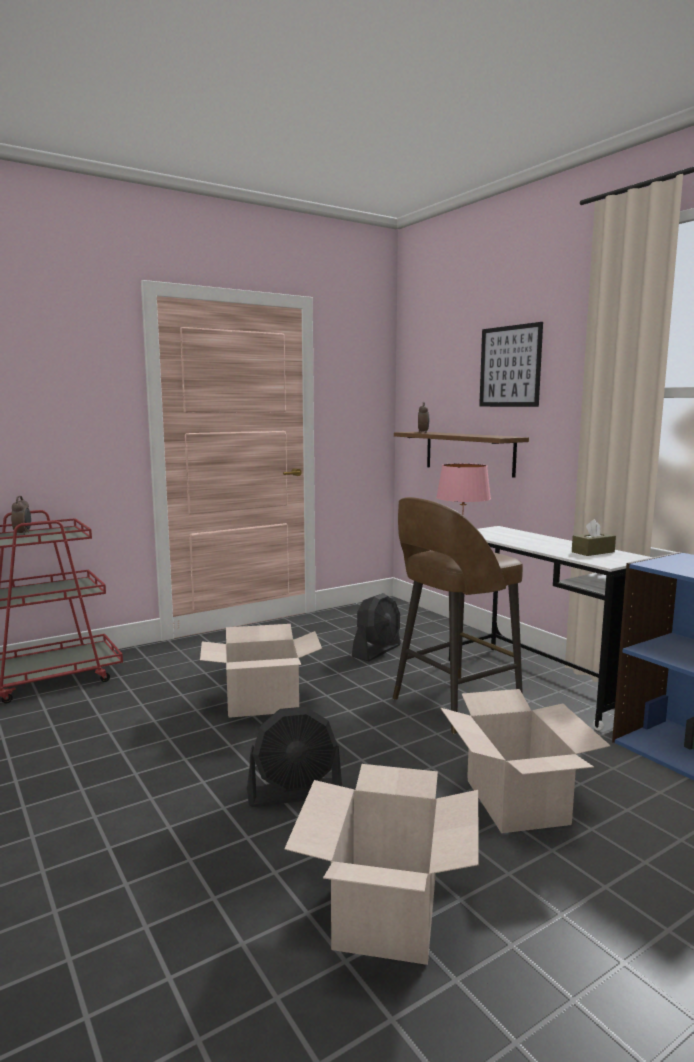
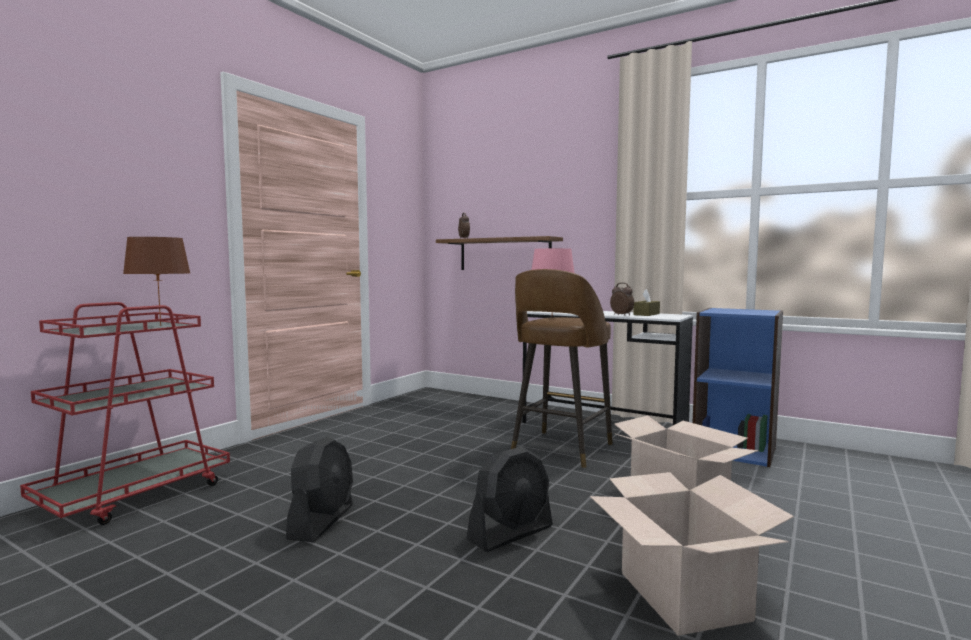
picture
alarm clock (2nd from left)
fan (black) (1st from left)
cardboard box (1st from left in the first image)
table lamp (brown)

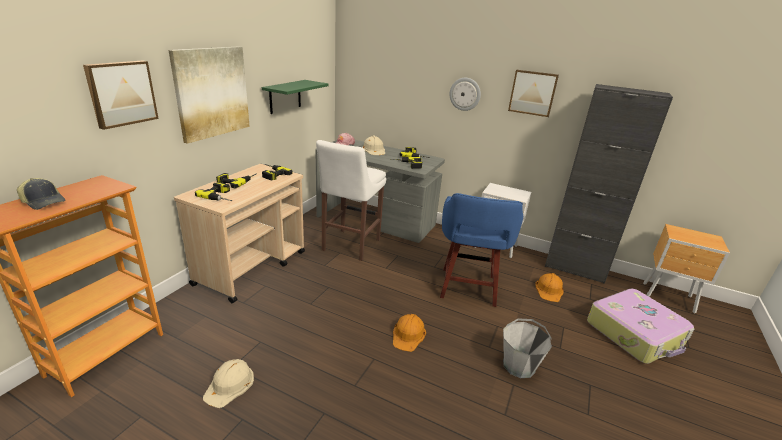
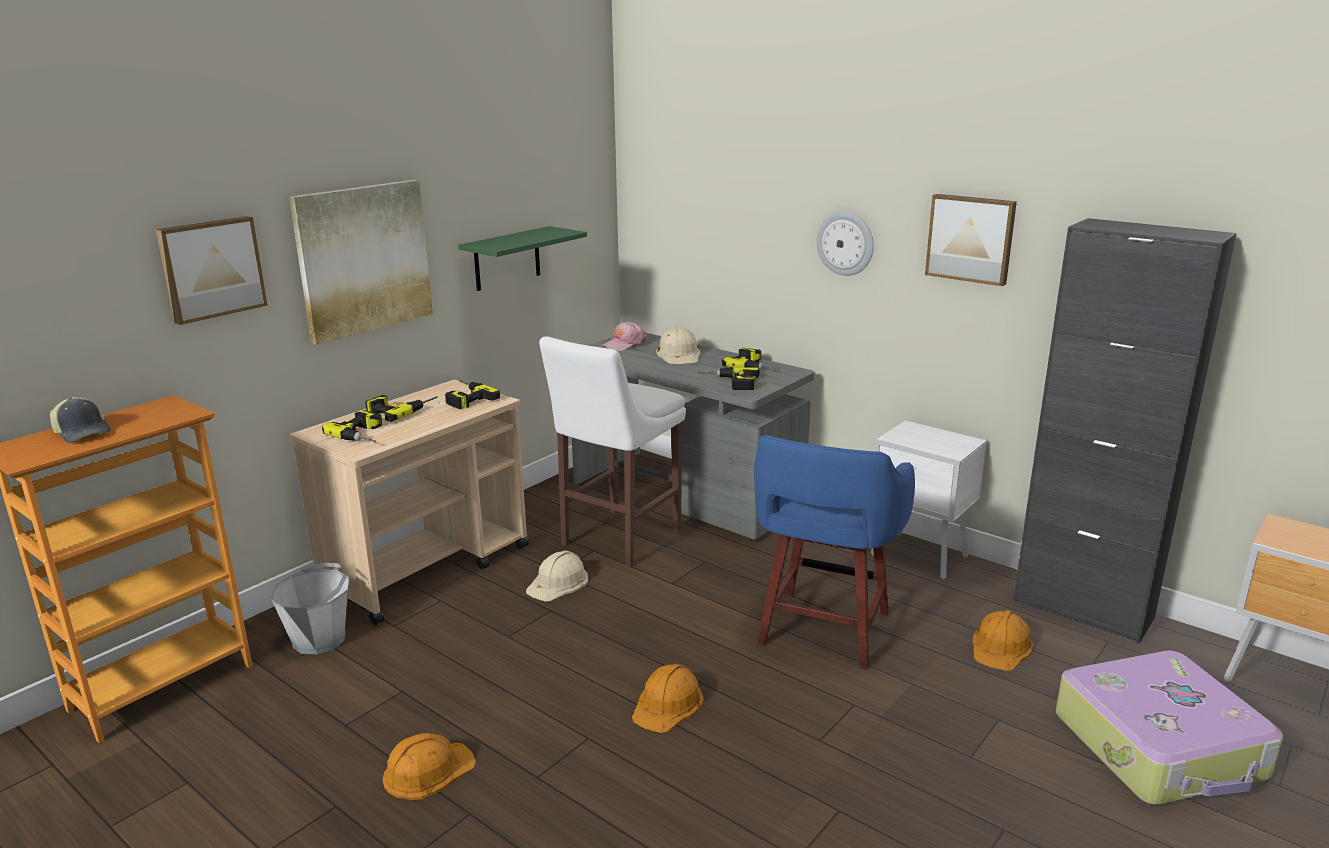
bucket (grey)
hard hat (beige) (1st from left)
hard hat (orange) (1st from left)

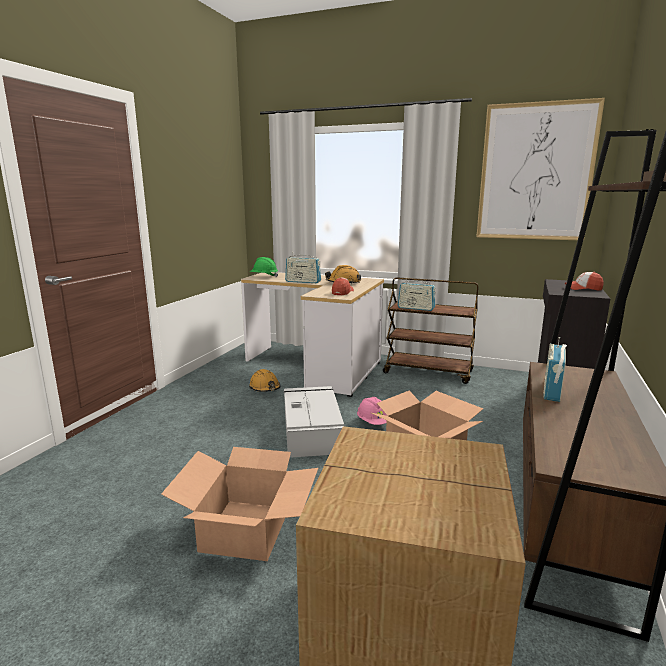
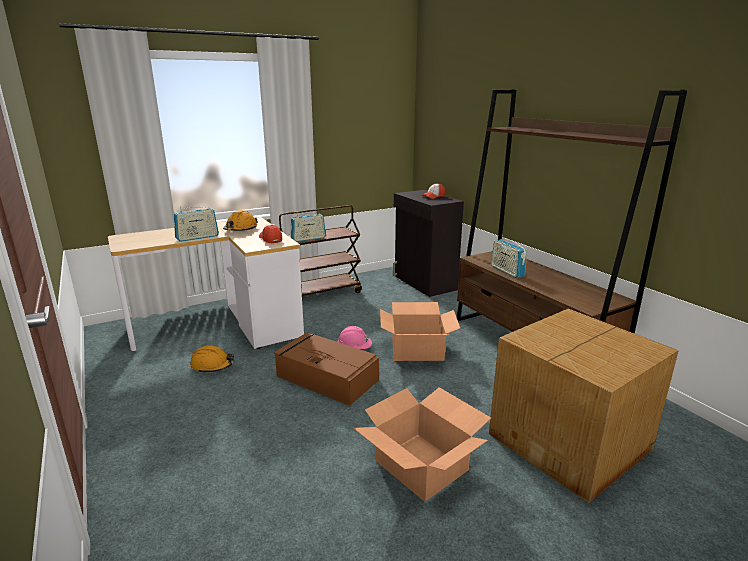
picture
hard hat (green)
storage box (brown)

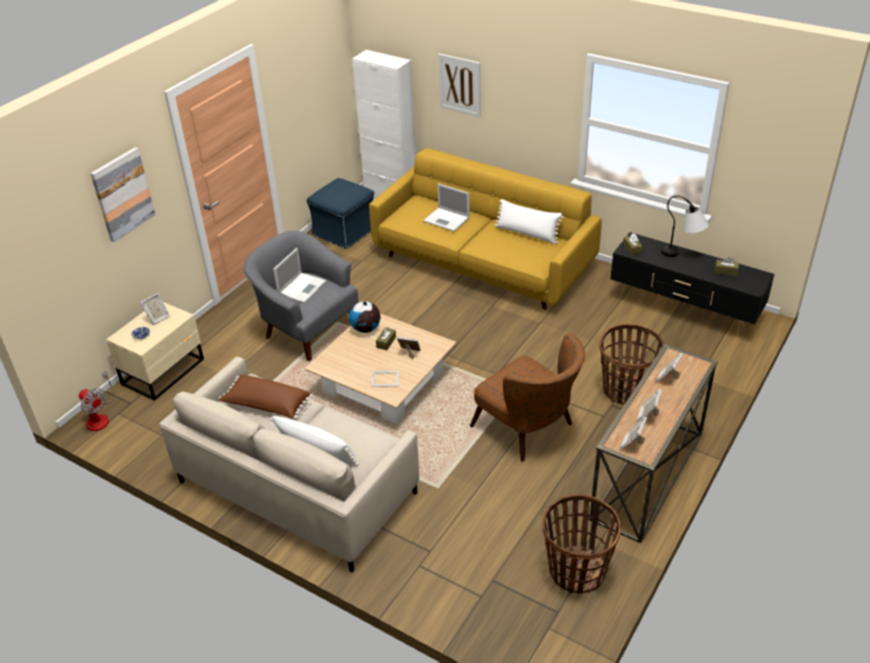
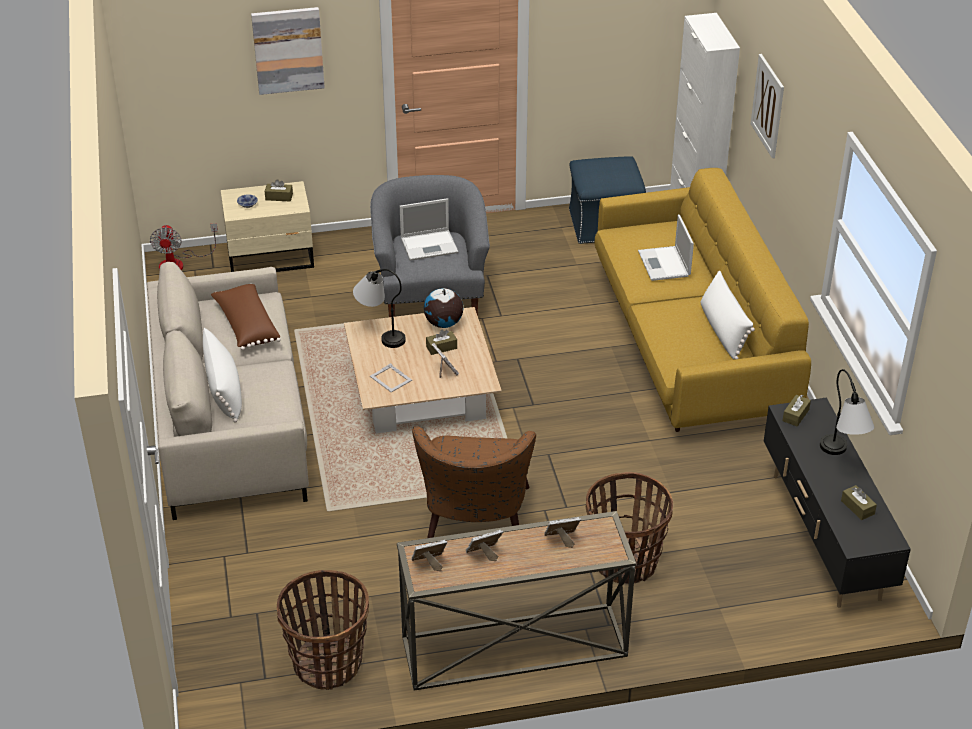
tissue box (brown) (1st from left)
table lamp (1st from left)

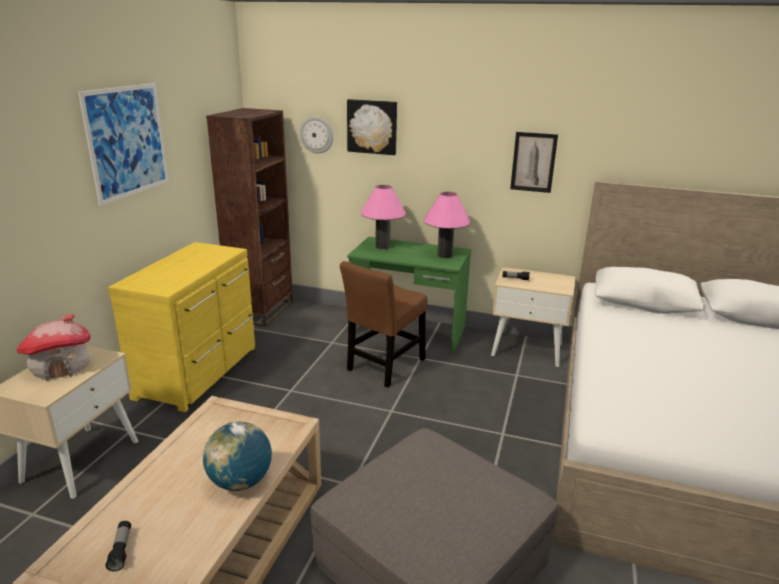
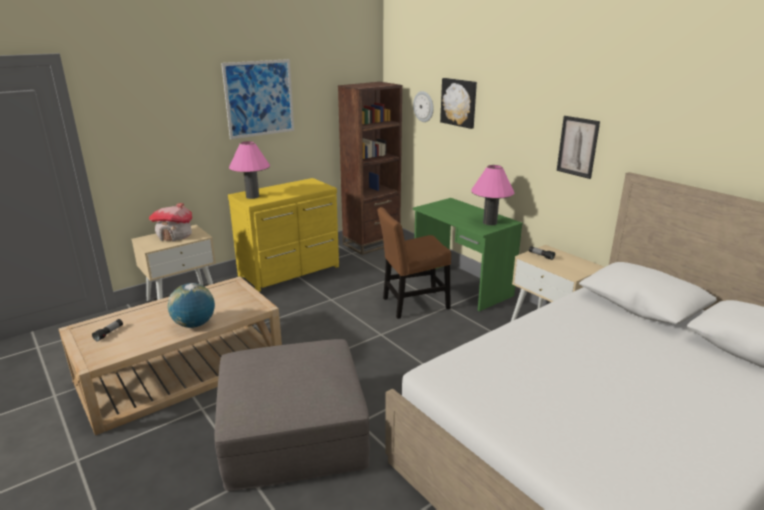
table lamp (pink) (1st from left)

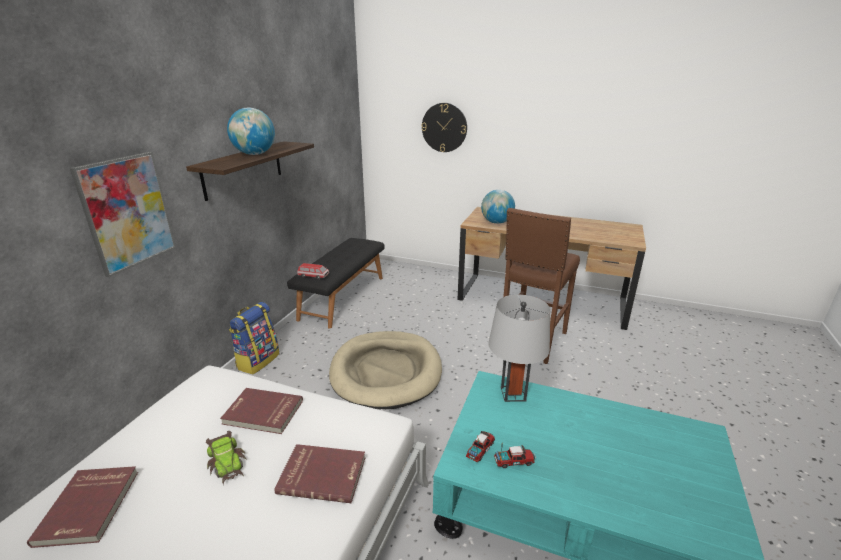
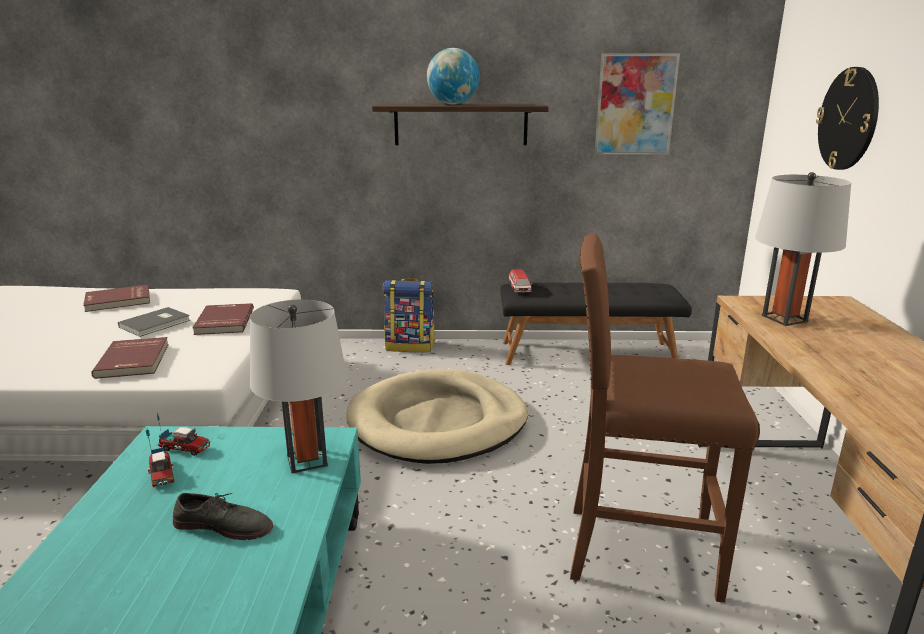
picture
table lamp (grey) (2nd from left)
book (grey)
shoe (grey)

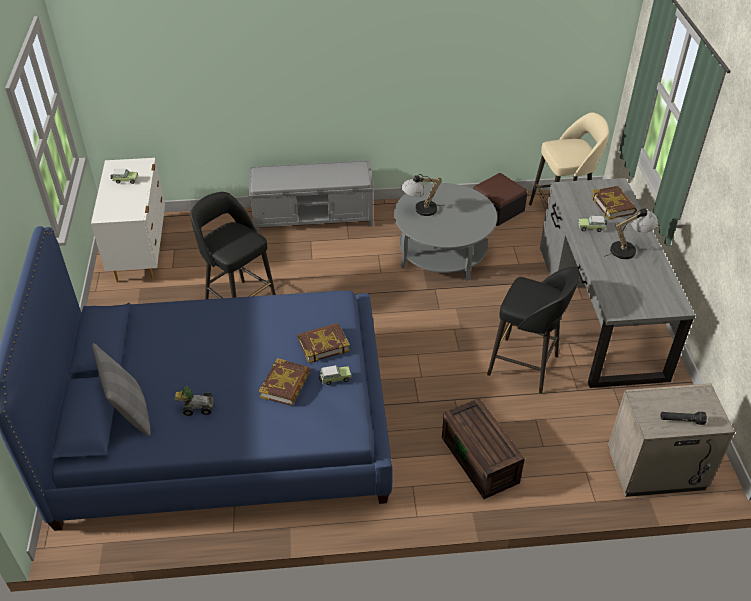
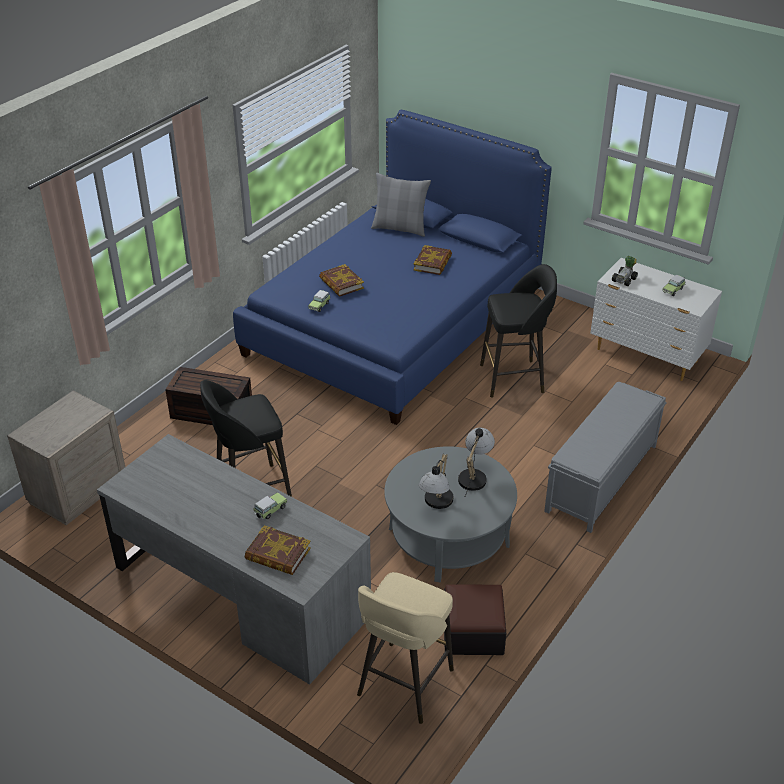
table lamp (1st from left)
book (3rd from left)
toy car (3rd from left)
flashlight (black)

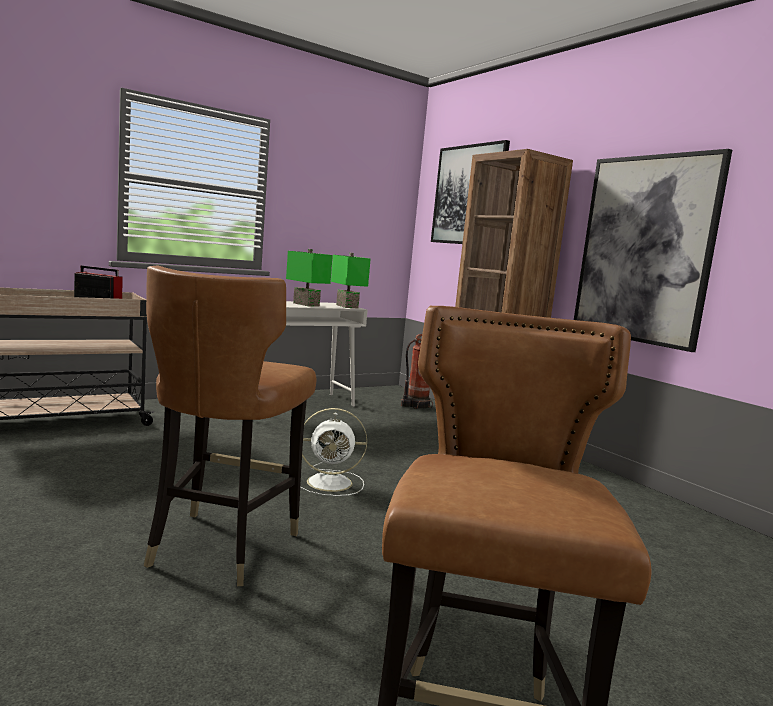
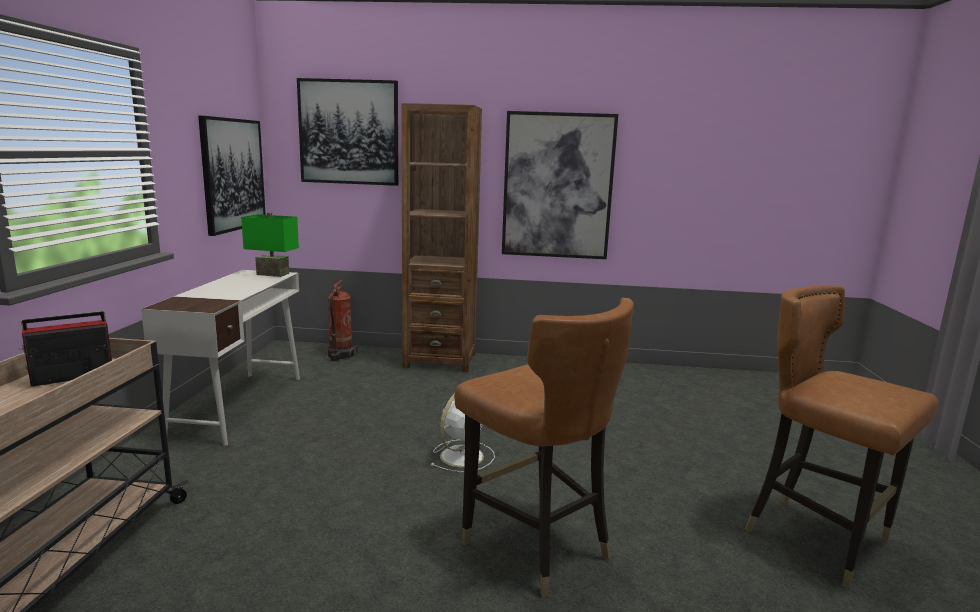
table lamp (green) (1st from left in the first image)
picture (1st from left)

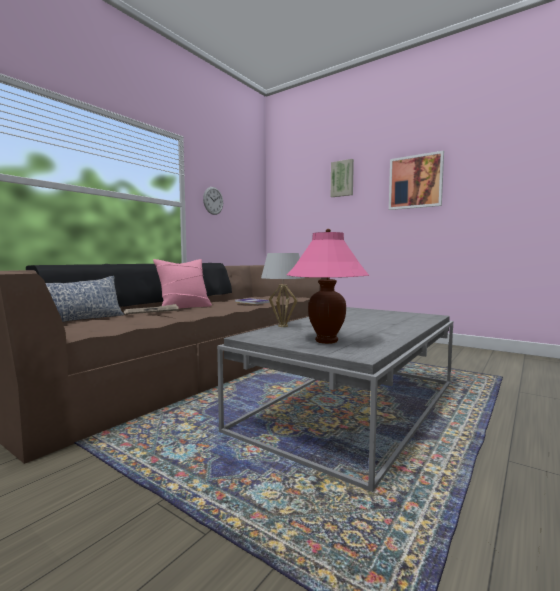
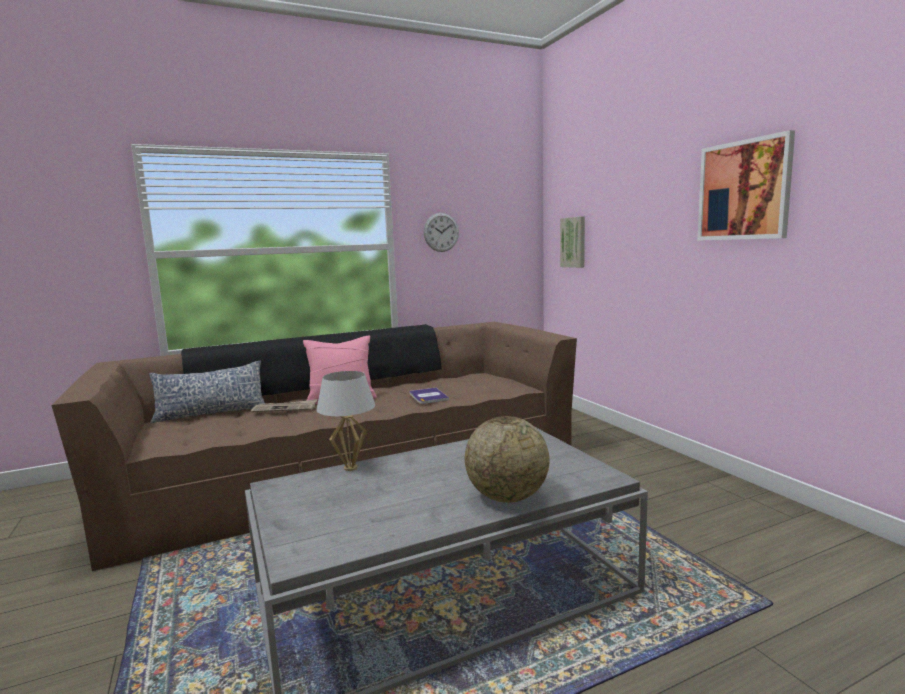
picture (1st from left)
table lamp (pink)
globe

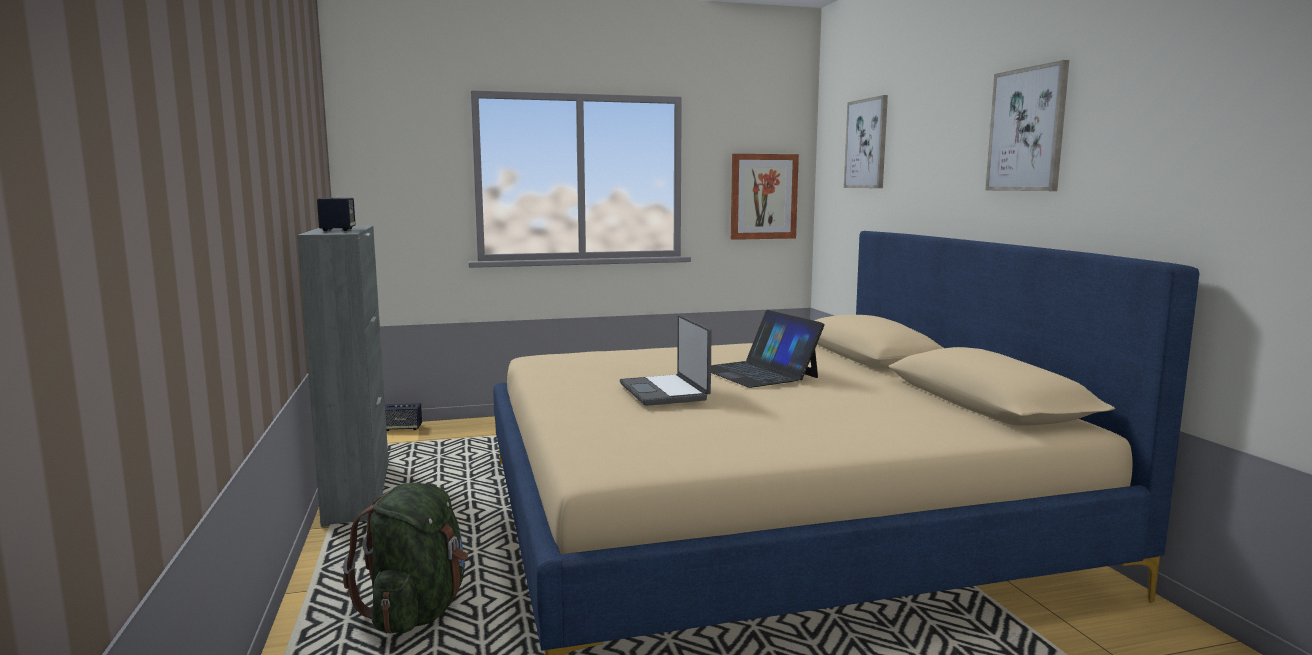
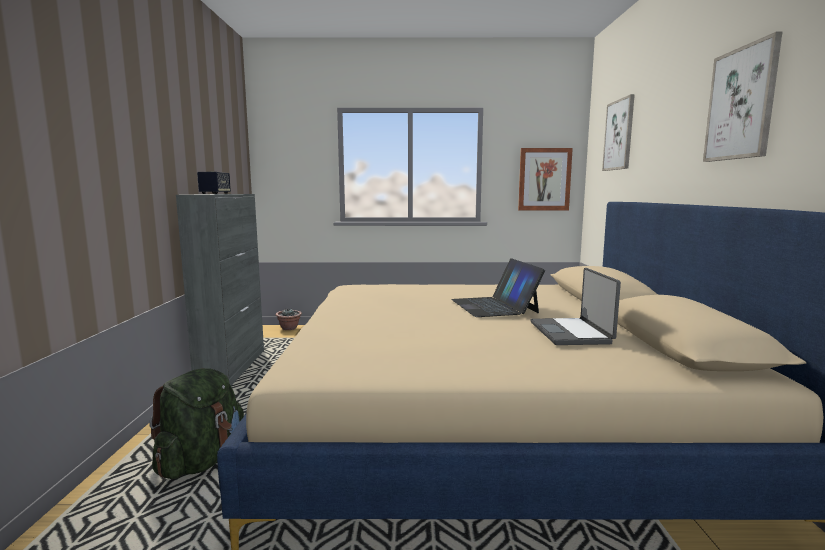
laptop (2nd from left)
potted plant

